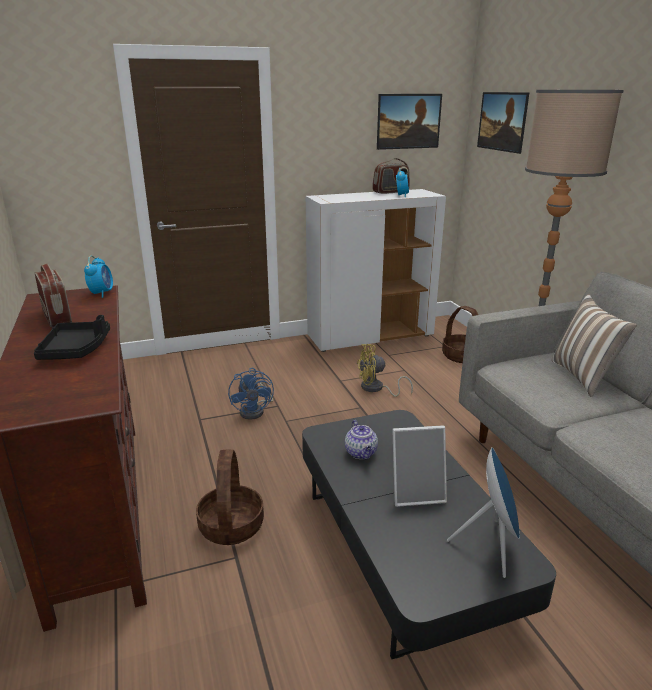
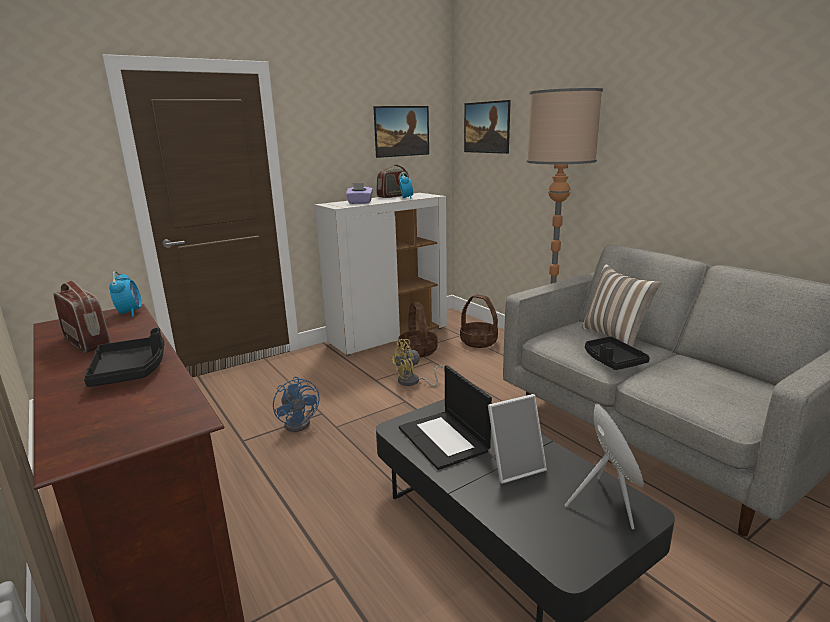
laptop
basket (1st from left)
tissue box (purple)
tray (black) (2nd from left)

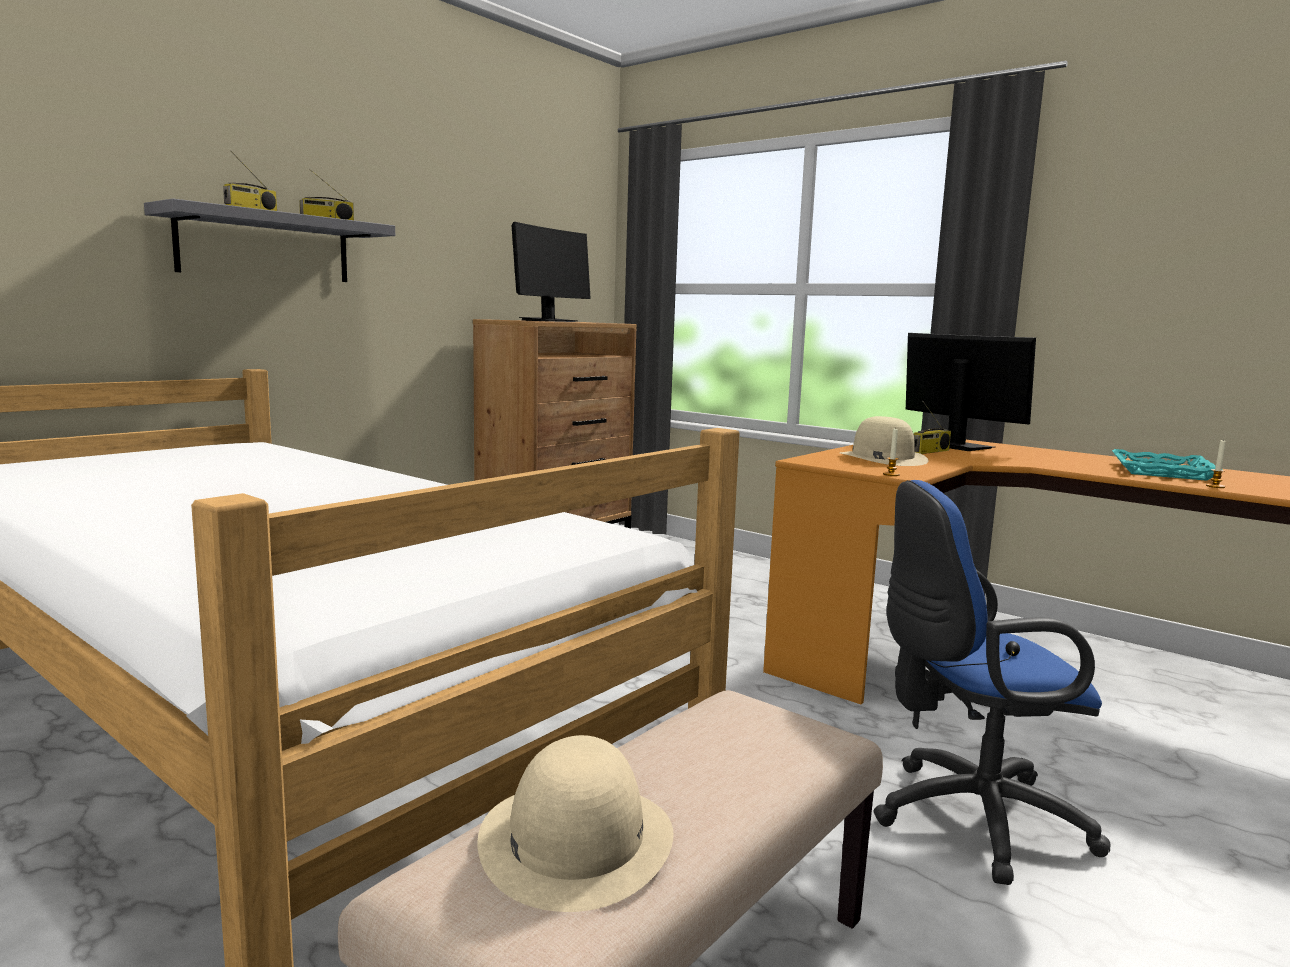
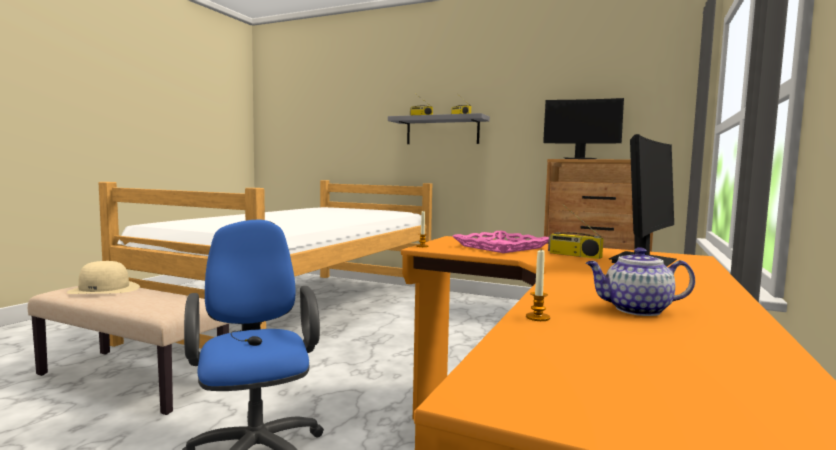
tray (pink)
teapot

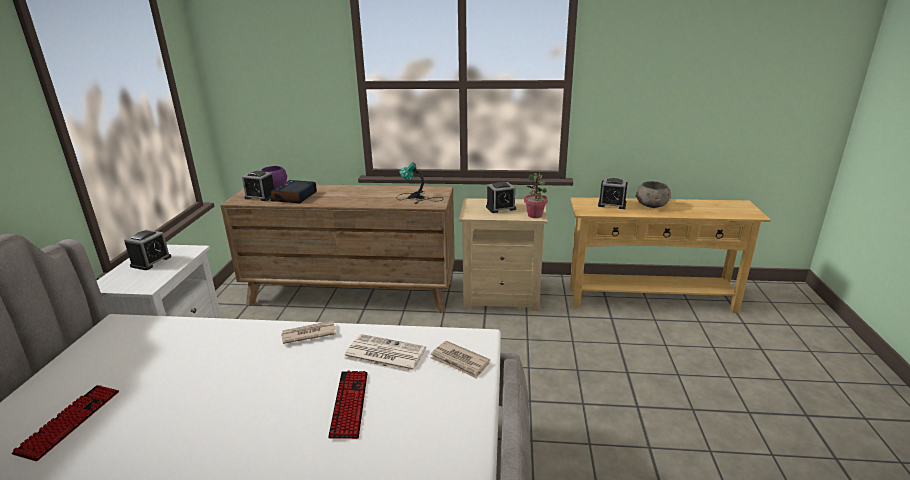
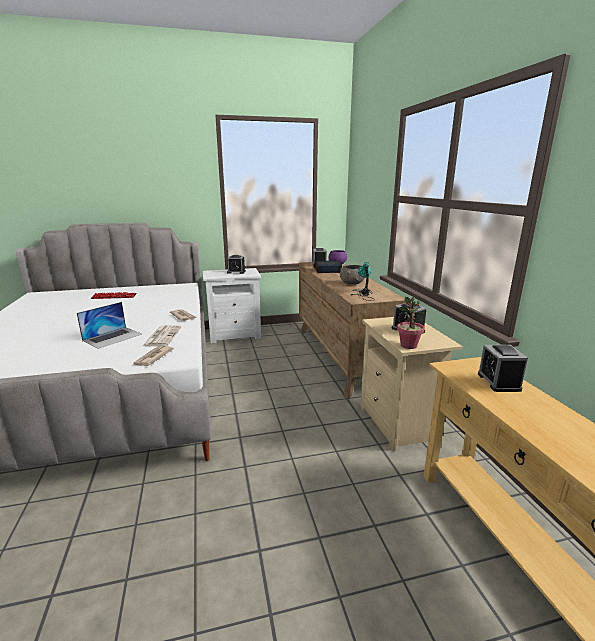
bowl (grey)
laptop

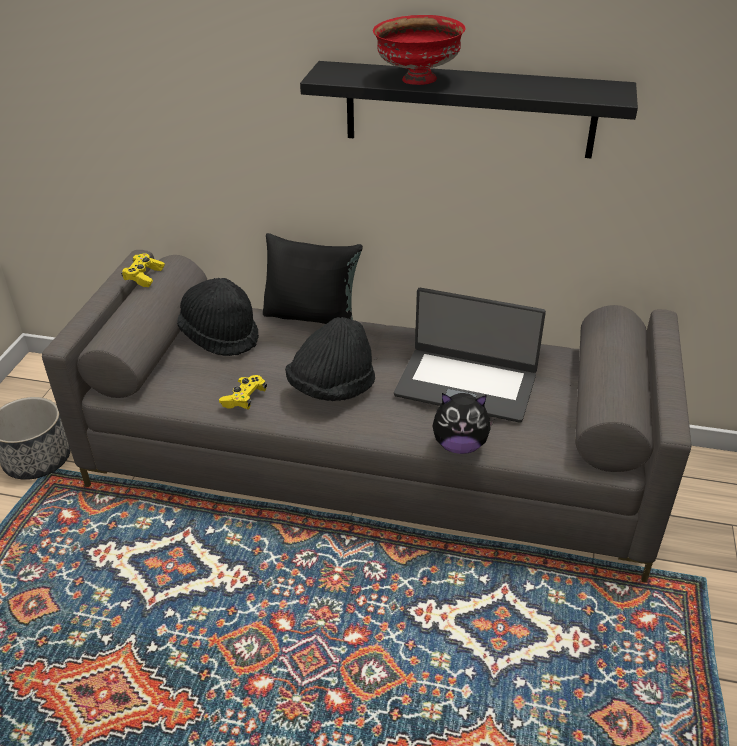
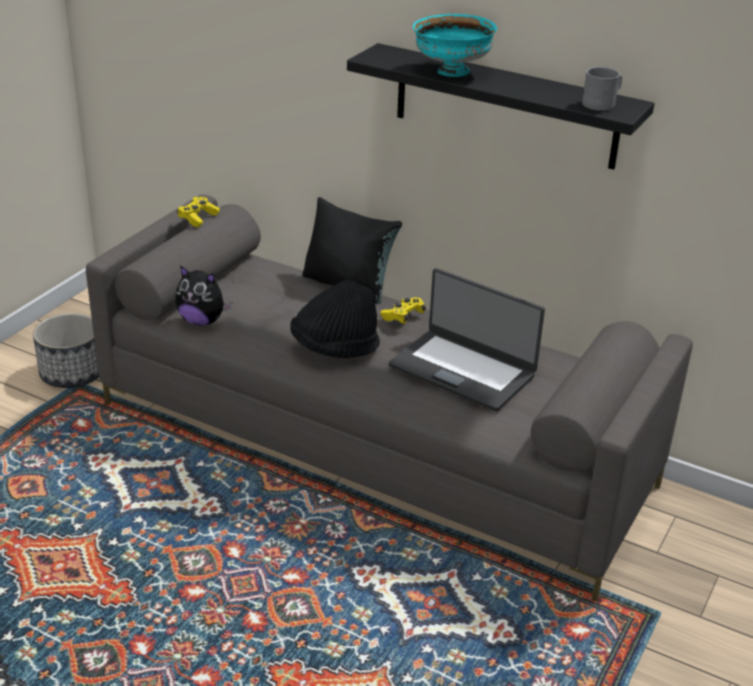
bowl (turquoise)
hat (black) (1st from left in the first image)
game controller (yellow) (2nd from left)
plush toy
mug (grey)

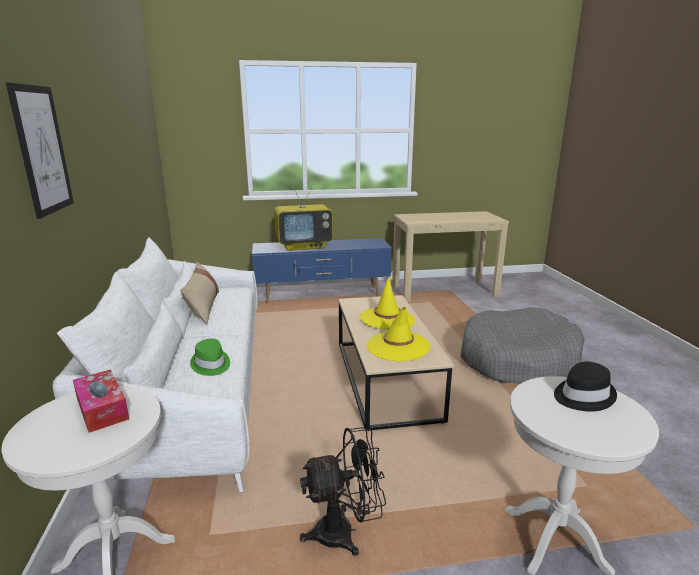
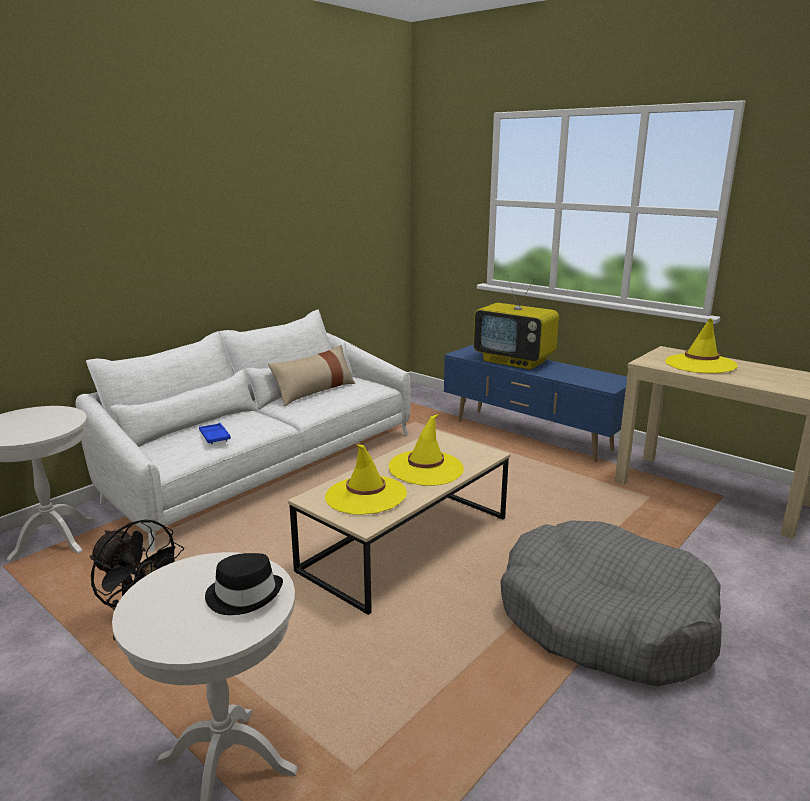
picture
tray (blue)
tissue box
hat (yellow) (3rd from left)

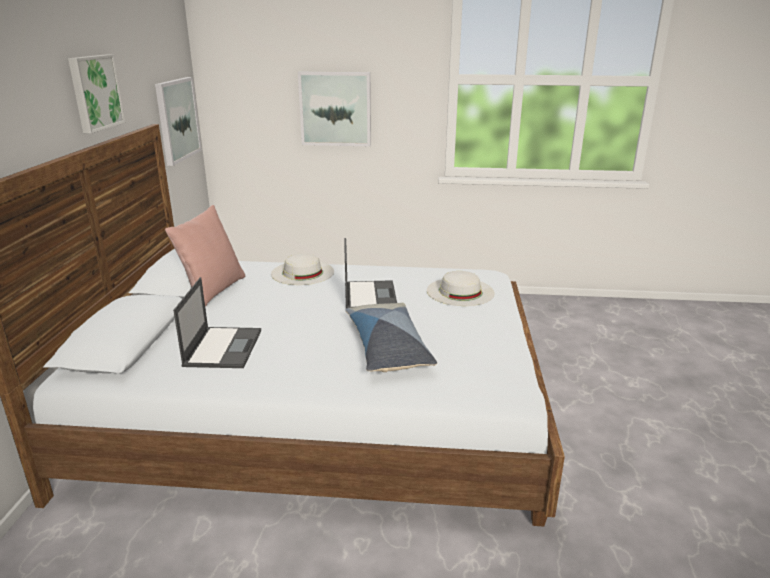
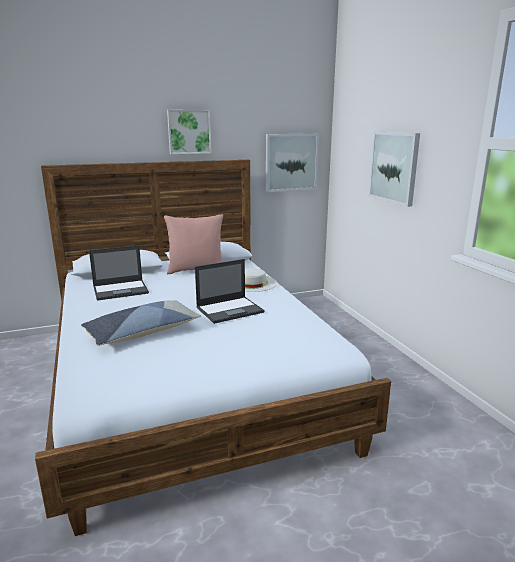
hat (white) (2nd from left in the first image)

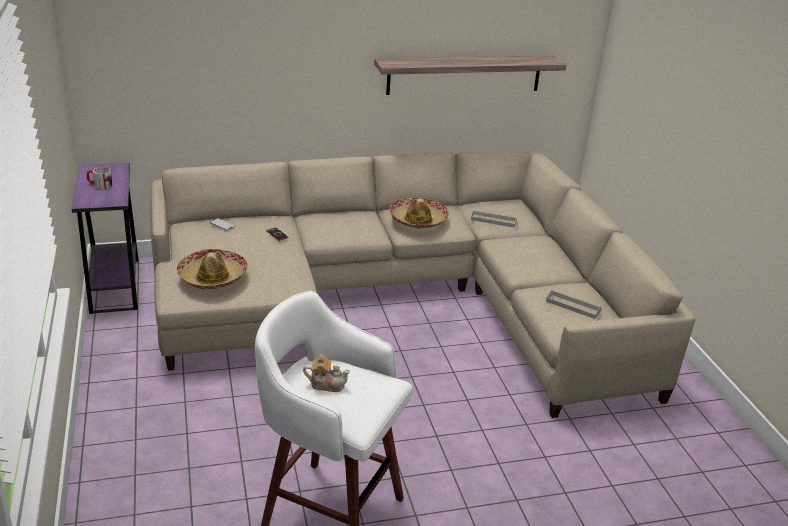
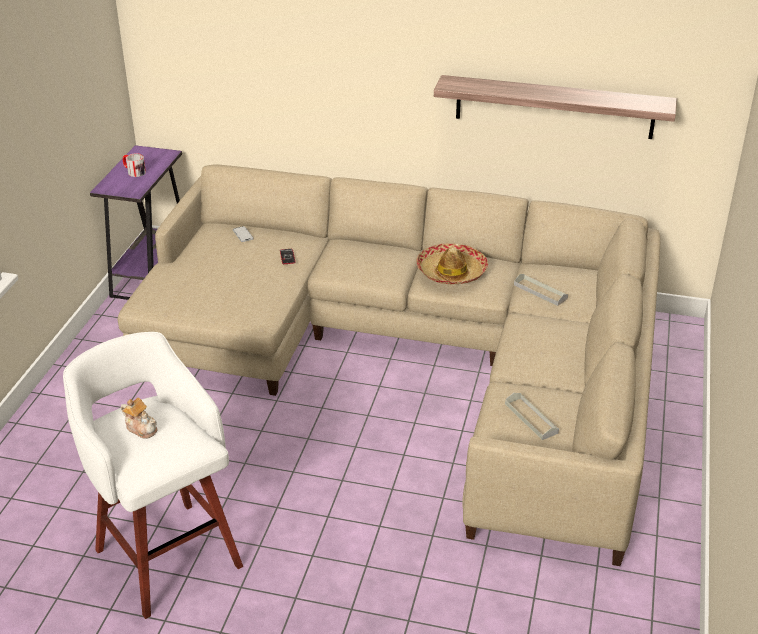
hat (1st from left in the first image)

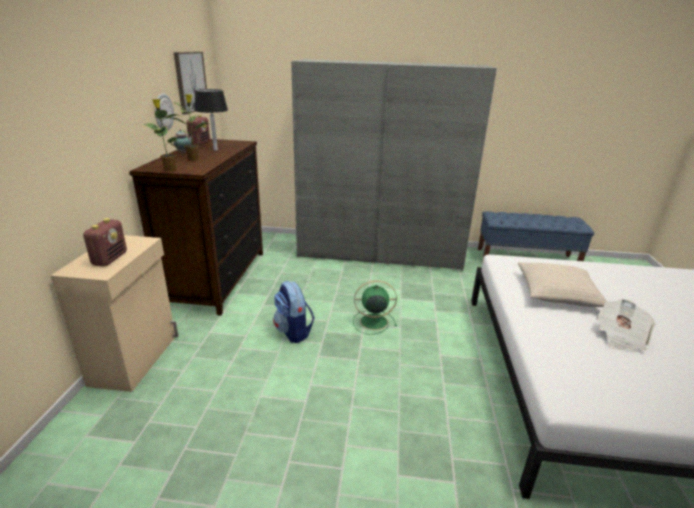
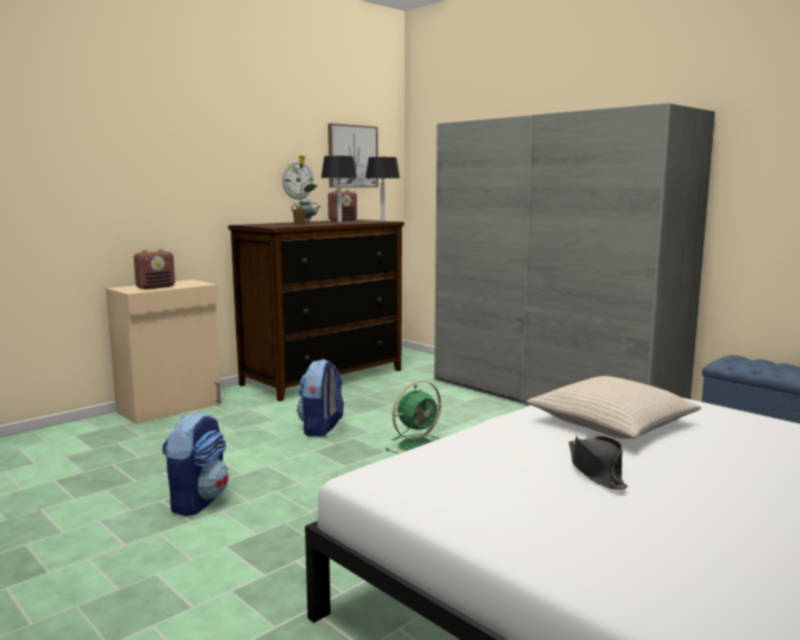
potted plant (1st from left in the first image)
fan (green)
hat (black)
table lamp (black) (2nd from left)
backpack (1st from left)

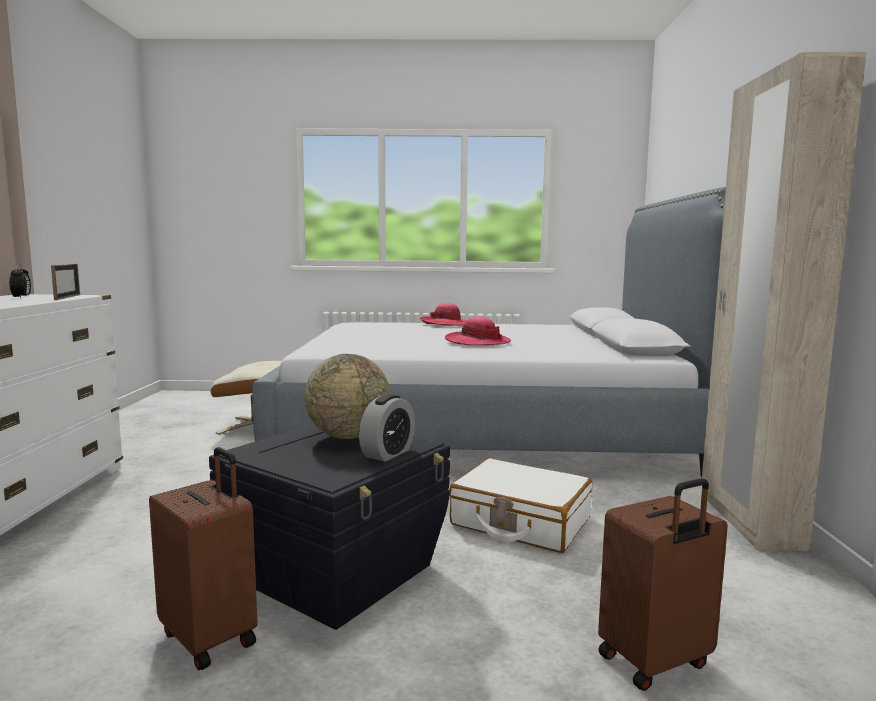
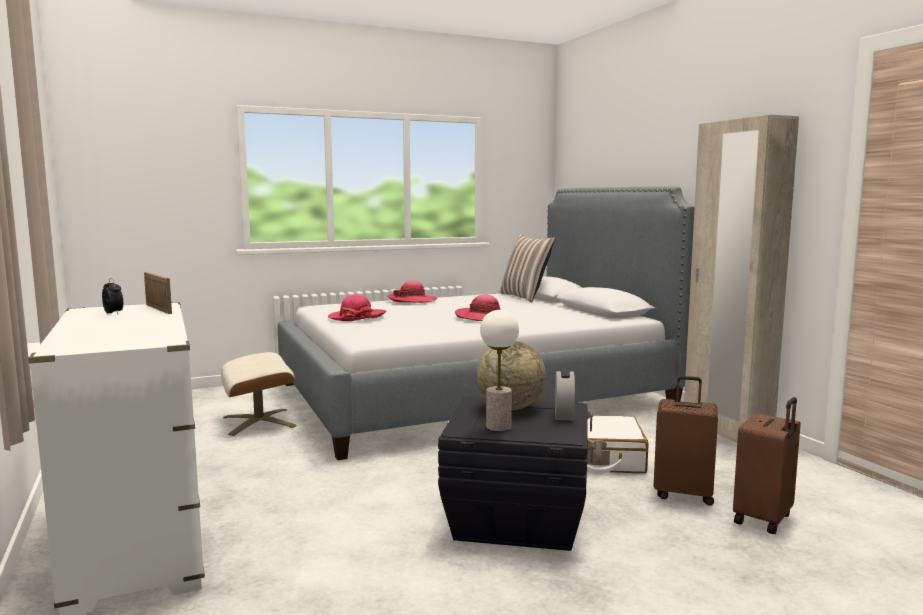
suitcase (brown) (1st from left)
pillow
hat (1st from left)
table lamp

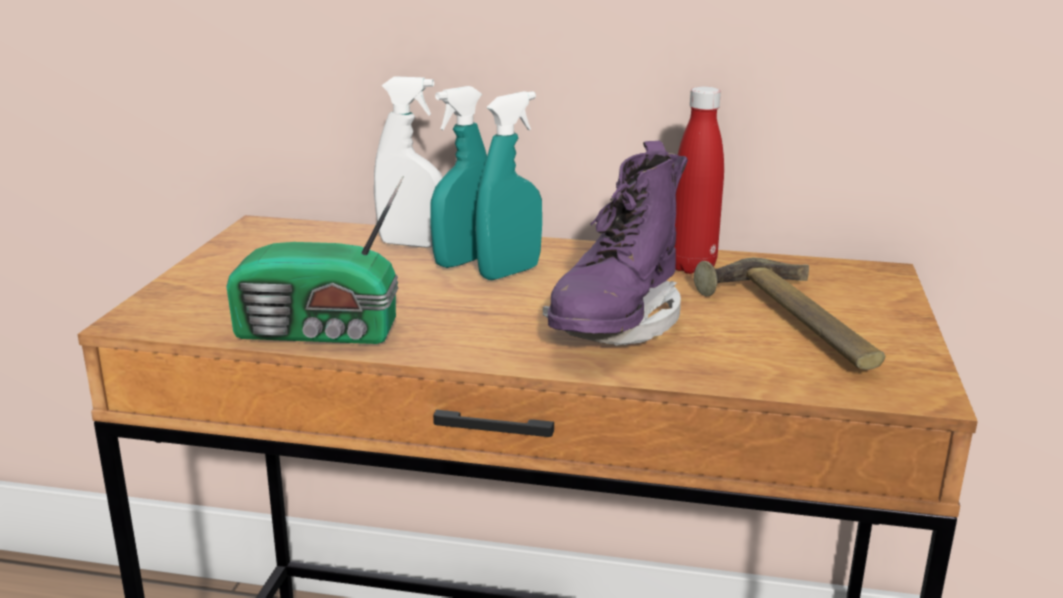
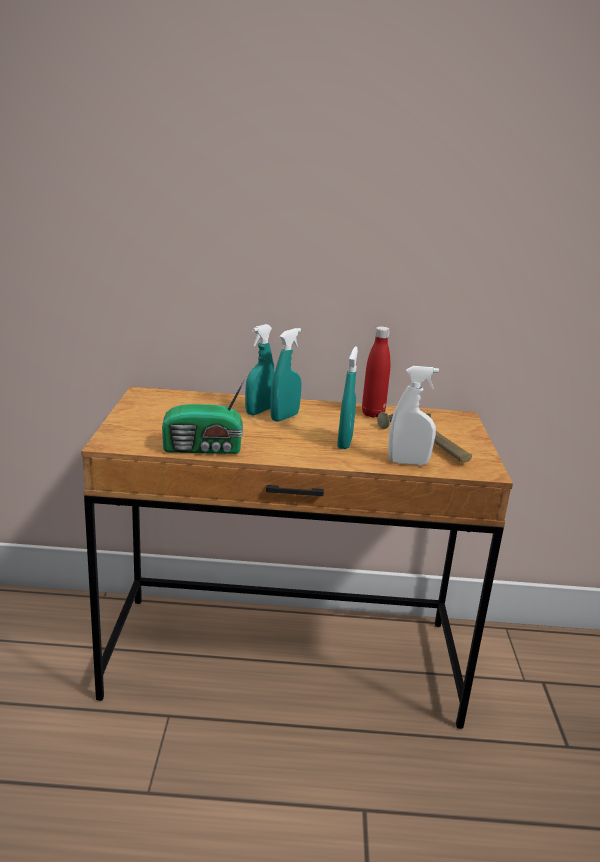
spray bottle (white)
spray bottle (turquoise) (3rd from left)

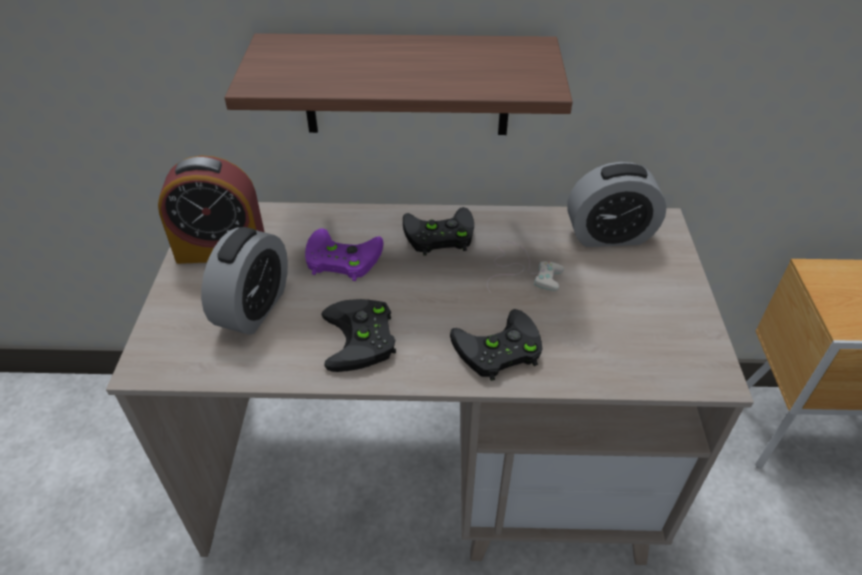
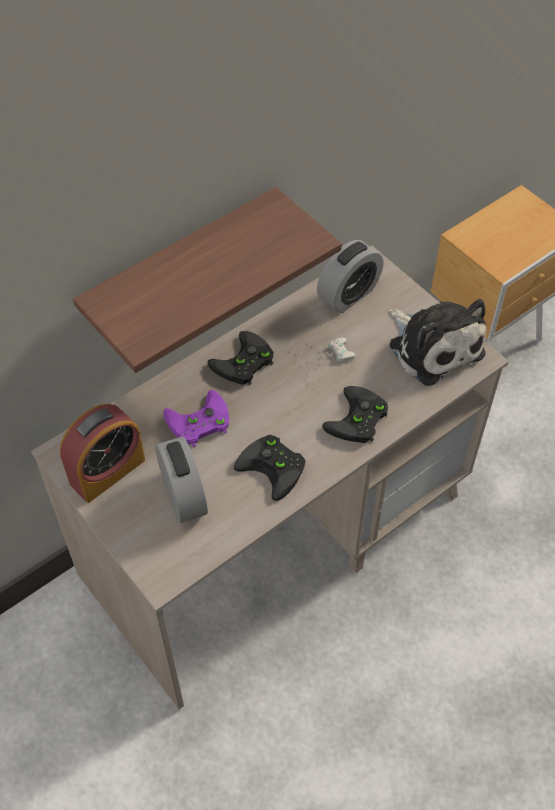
plush toy

